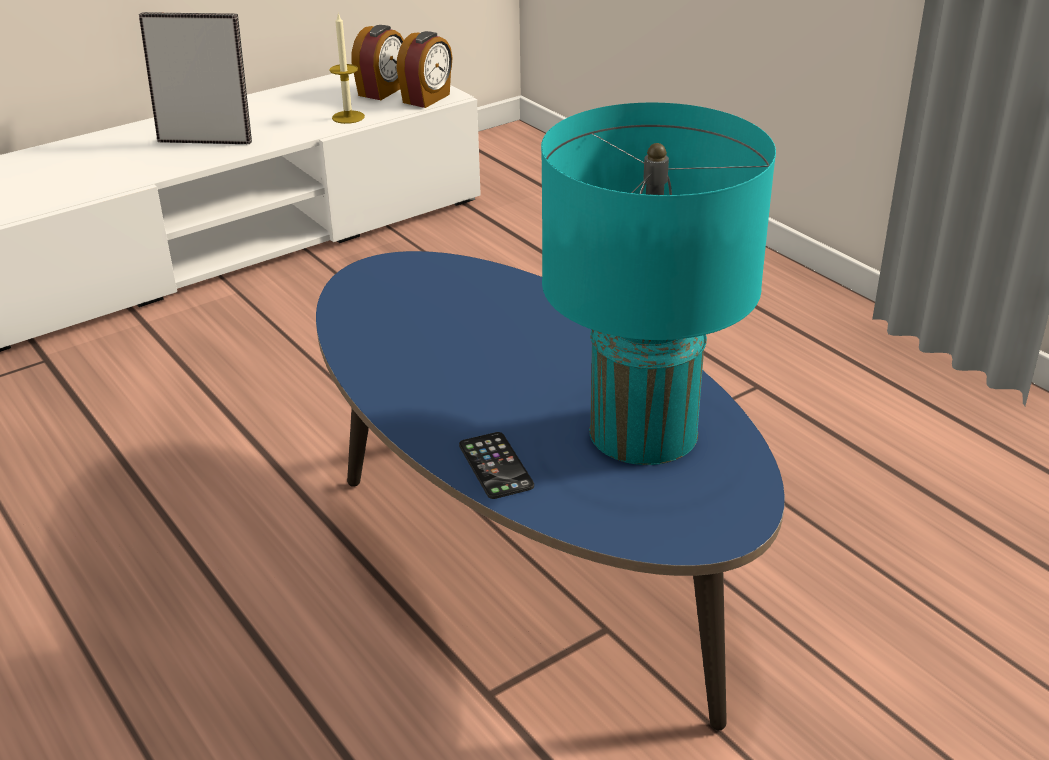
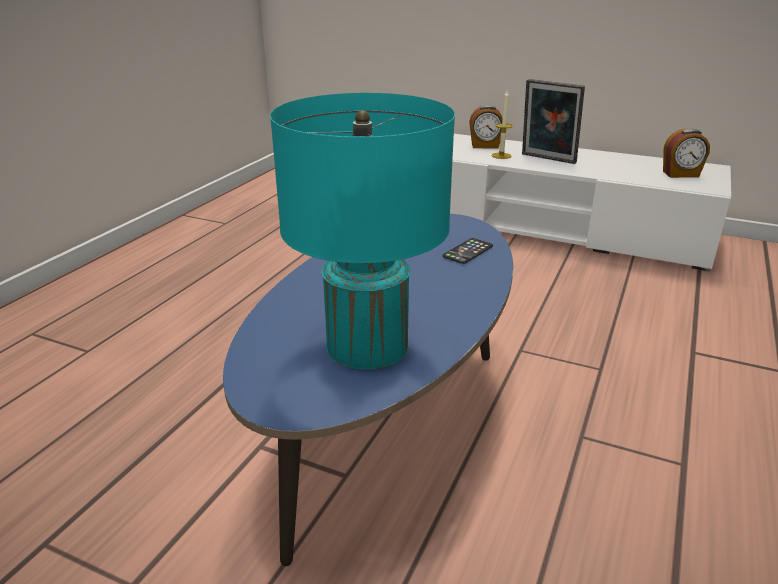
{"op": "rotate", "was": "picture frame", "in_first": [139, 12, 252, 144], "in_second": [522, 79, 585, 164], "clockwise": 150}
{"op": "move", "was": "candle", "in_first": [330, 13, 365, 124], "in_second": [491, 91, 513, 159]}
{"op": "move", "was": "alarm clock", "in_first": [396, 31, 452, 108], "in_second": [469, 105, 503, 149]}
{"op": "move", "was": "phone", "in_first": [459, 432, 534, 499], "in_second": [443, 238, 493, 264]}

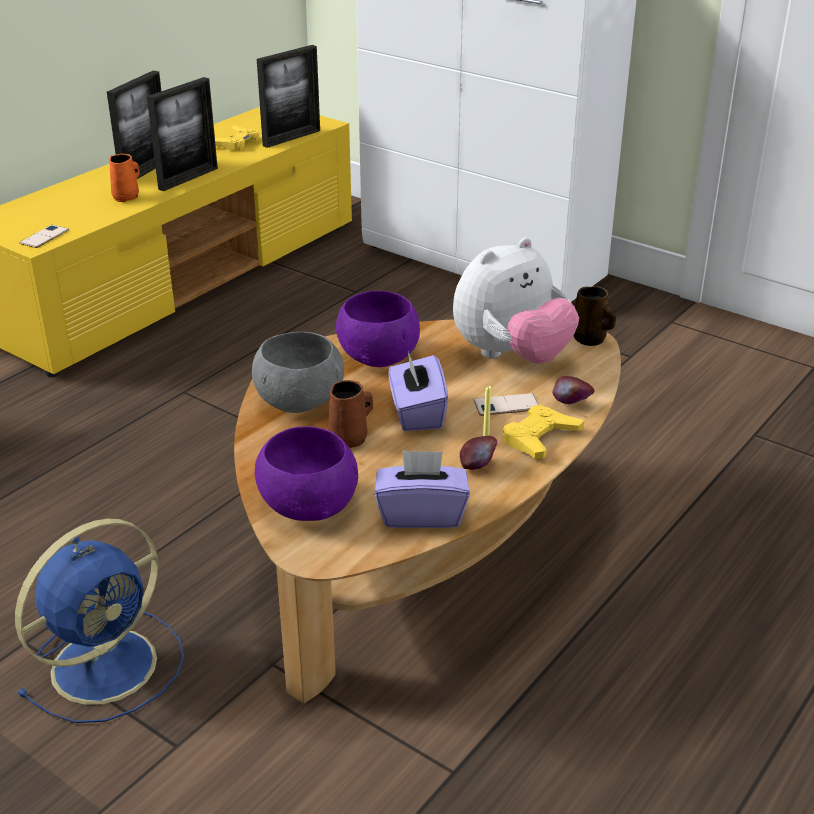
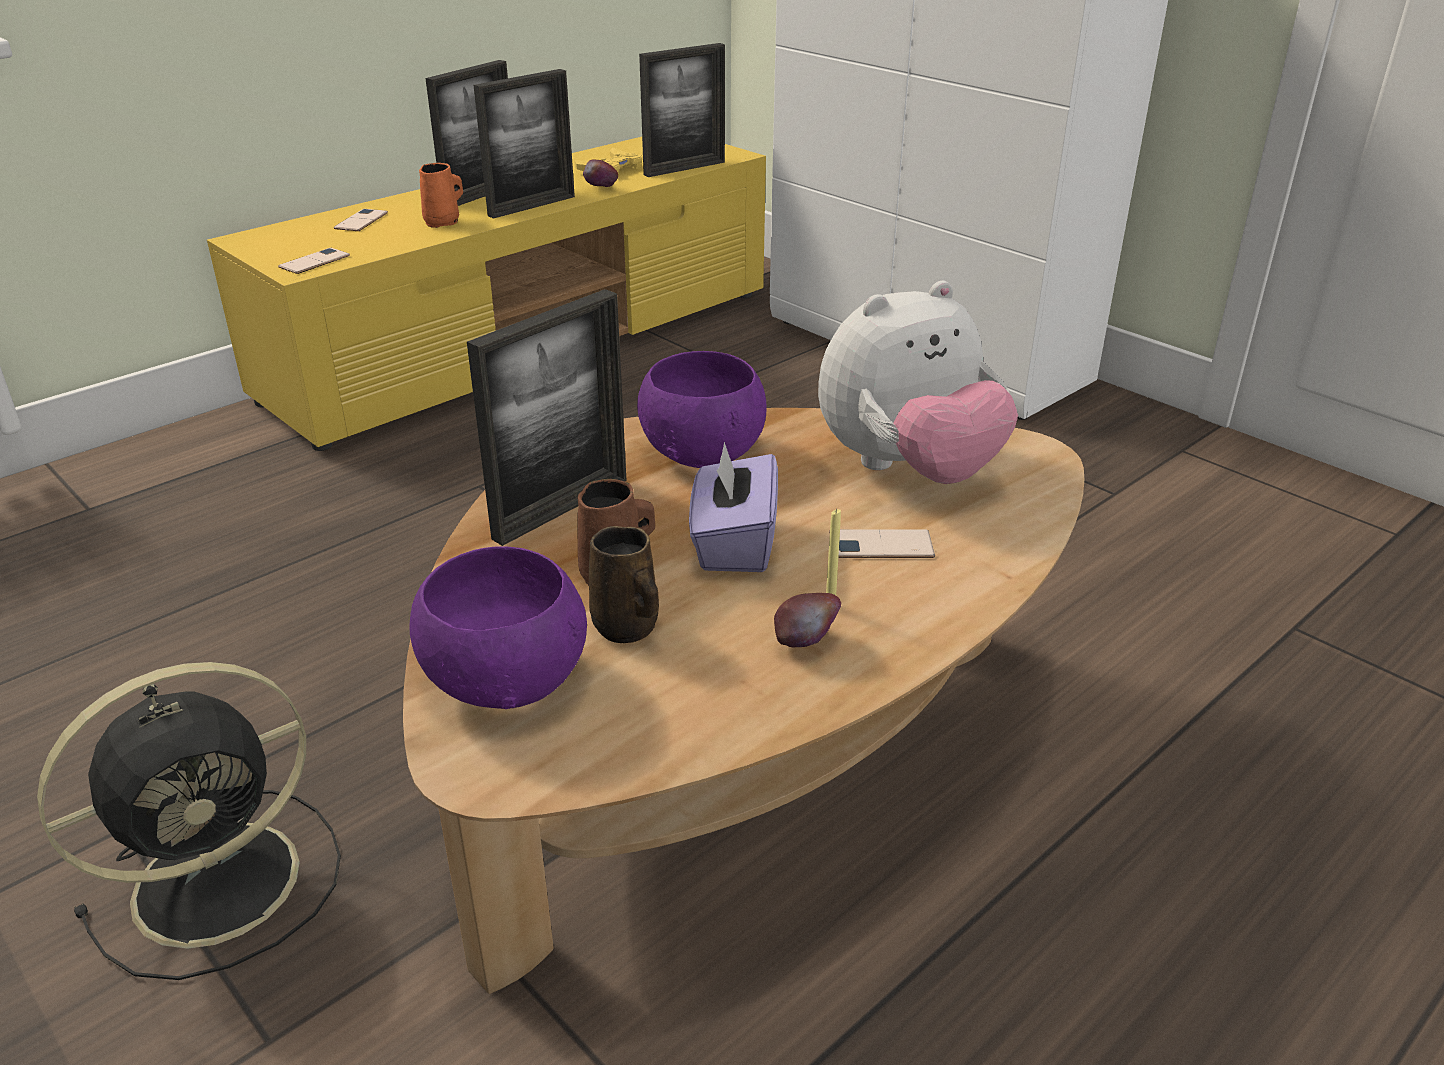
{"op": "recolor", "was": "blue fan", "now": "black fan", "in_first": [15, 518, 184, 723], "in_second": [37, 662, 341, 980]}
{"op": "replace", "was": "grey bowl", "now": "picture frame", "in_first": [252, 332, 344, 413], "in_second": [467, 289, 627, 546]}
{"op": "delete", "was": "purple tissue box", "in_first": [375, 450, 470, 528]}
{"op": "delete", "was": "yellow game controller", "in_first": [503, 405, 584, 459]}
{"op": "move", "was": "apple", "in_first": [552, 376, 595, 404], "in_second": [583, 159, 618, 187]}
{"op": "move", "was": "brown mug", "in_first": [574, 286, 616, 346], "in_second": [589, 526, 659, 643]}
{"op": "insert", "now": "phone", "in_second": [334, 209, 388, 231]}

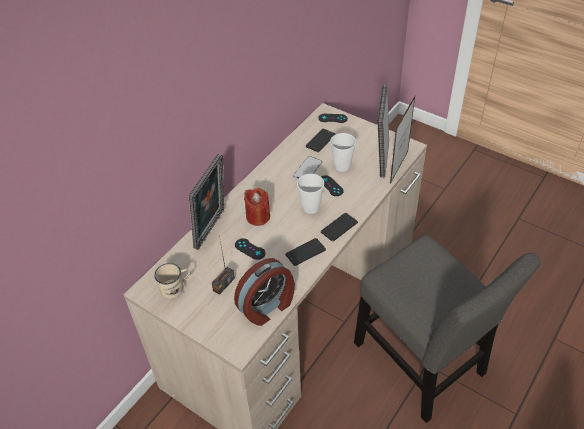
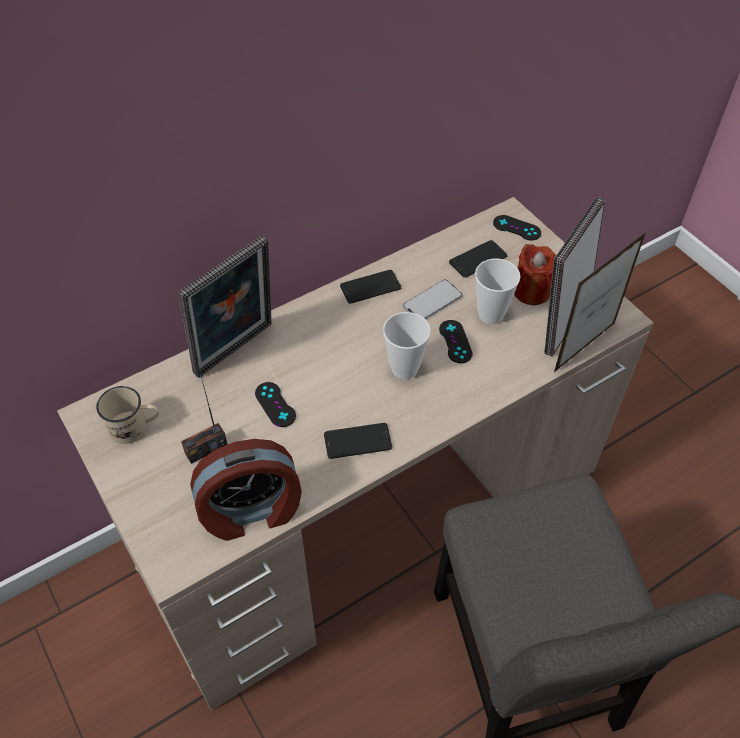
{"op": "move", "was": "red candle", "in_first": [244, 188, 270, 226], "in_second": [514, 244, 556, 305]}
{"op": "move", "was": "phone", "in_first": [321, 213, 358, 241], "in_second": [340, 270, 401, 304]}

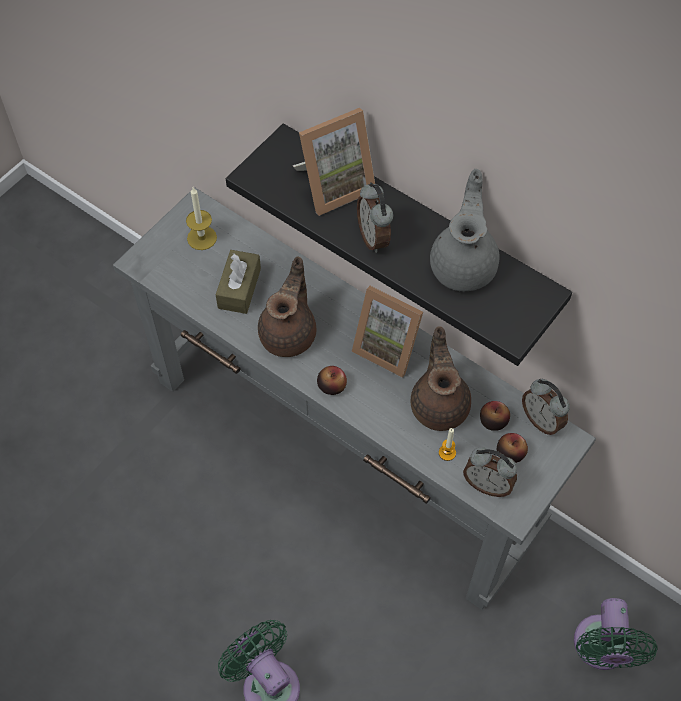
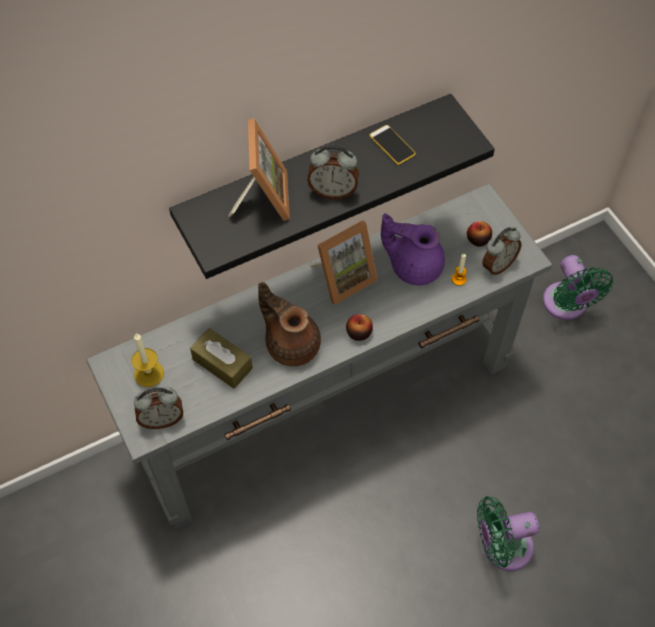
{"op": "recolor", "was": "brown teapot", "now": "purple teapot", "in_first": [410, 326, 471, 431], "in_second": [381, 214, 445, 285]}
{"op": "replace", "was": "grey teapot", "now": "phone", "in_first": [430, 169, 500, 291], "in_second": [370, 125, 416, 165]}
{"op": "delete", "was": "apple", "in_first": [480, 401, 510, 431]}
{"op": "move", "was": "alarm clock", "in_first": [522, 379, 570, 435], "in_second": [134, 387, 183, 429]}
{"op": "rotate", "was": "green fan", "in_first": [574, 598, 658, 670], "in_second": [543, 255, 613, 320], "clockwise": 45}

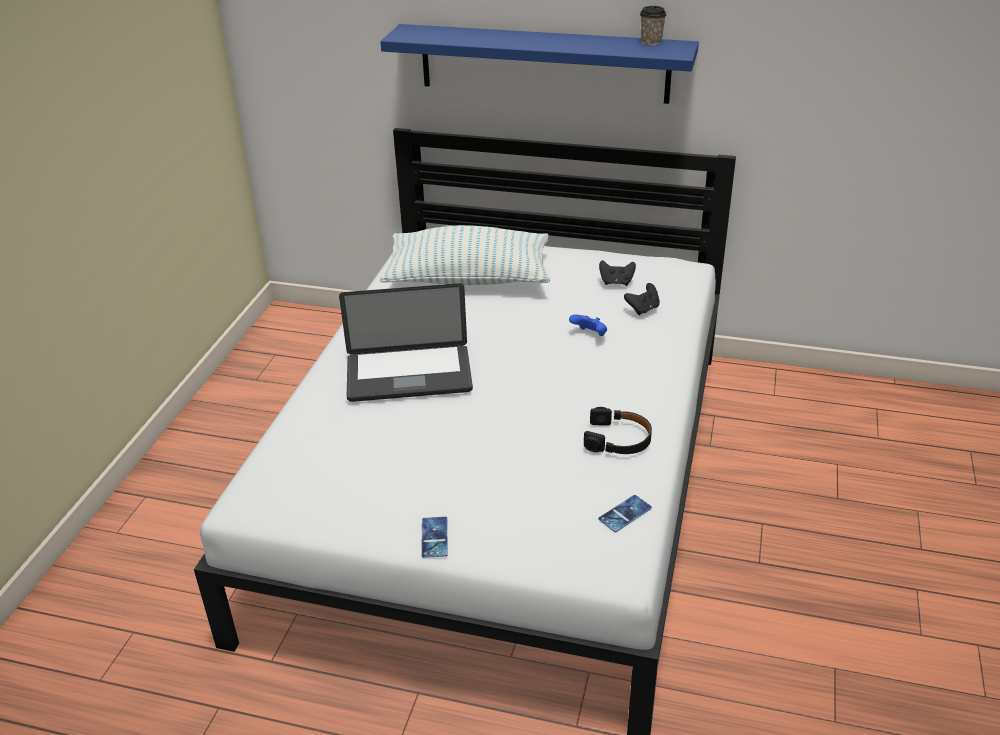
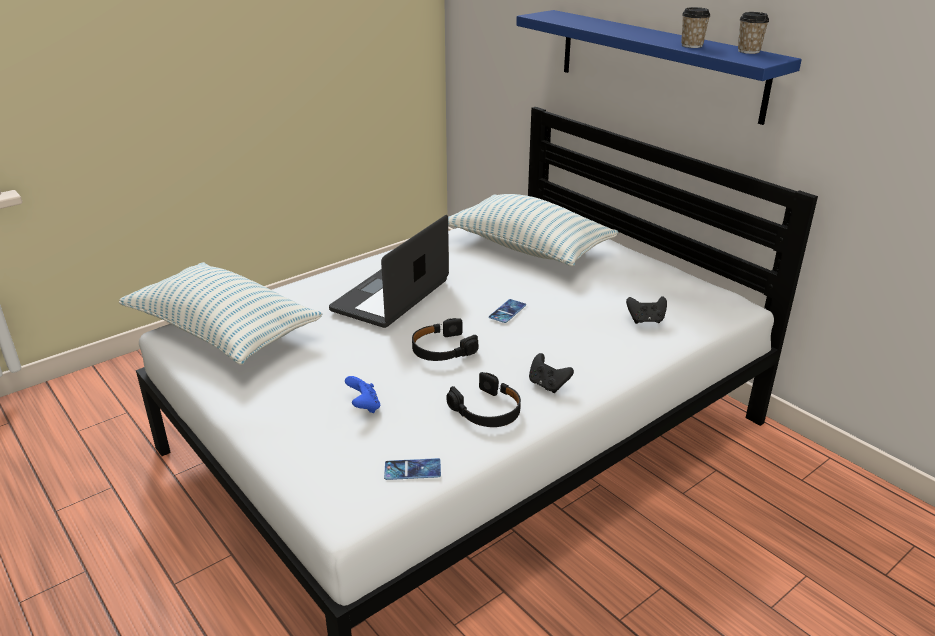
{"op": "rotate", "was": "laptop", "in_first": [339, 283, 473, 402], "in_second": [329, 215, 449, 328], "clockwise": 90}
{"op": "move", "was": "phone", "in_first": [421, 517, 448, 558], "in_second": [489, 299, 526, 323]}
{"op": "move", "was": "blue game controller", "in_first": [569, 315, 607, 336], "in_second": [345, 376, 380, 413]}
{"op": "move", "was": "black game controller", "in_first": [599, 260, 636, 286], "in_second": [529, 353, 574, 393]}
{"op": "insert", "now": "pillow", "in_second": [119, 262, 322, 365]}
{"op": "insert", "now": "black headphones", "in_second": [412, 318, 479, 361]}
{"op": "insert", "now": "cup", "in_second": [681, 7, 710, 48]}

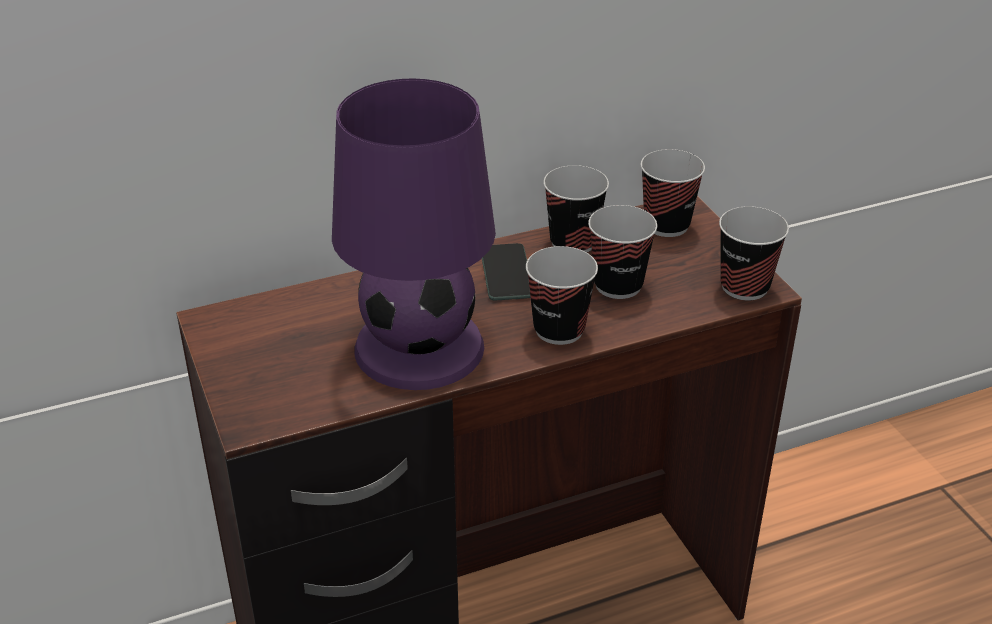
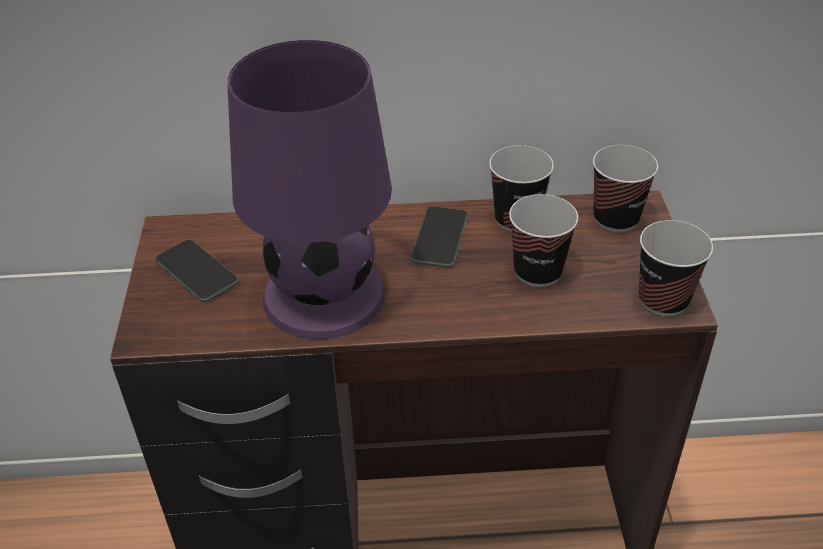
{"op": "delete", "was": "cup", "in_first": [526, 246, 598, 345]}
{"op": "insert", "now": "phone", "in_second": [155, 240, 239, 302]}

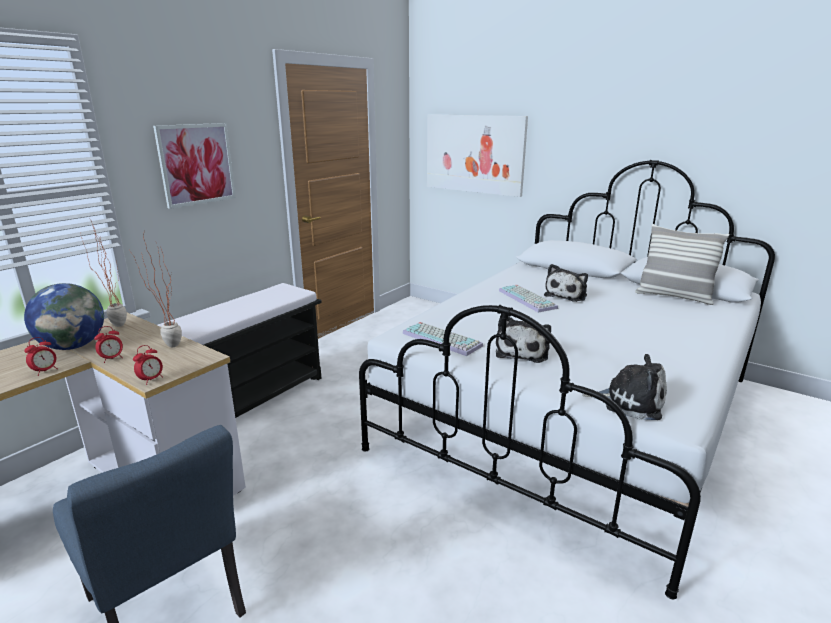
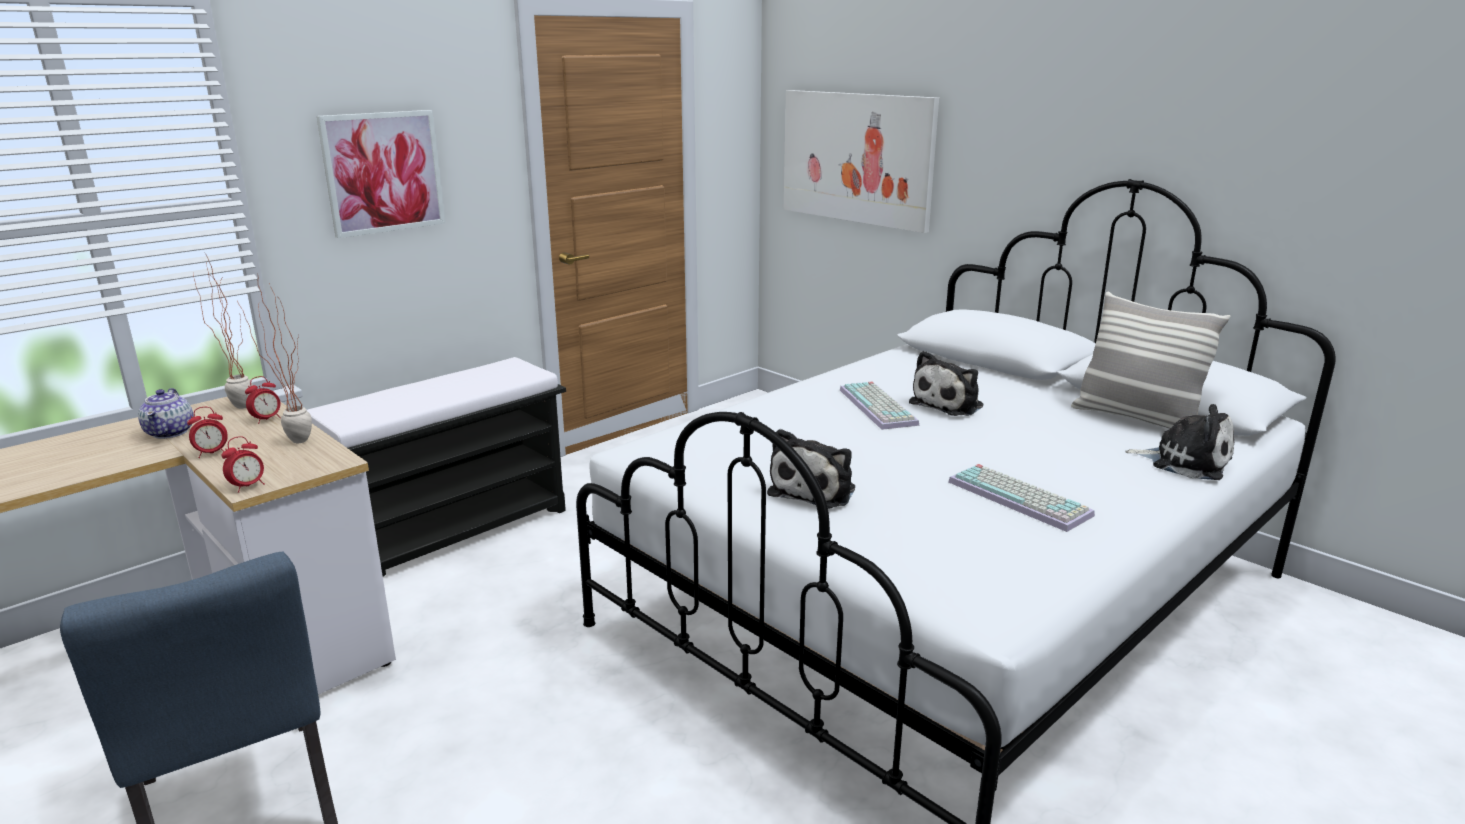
{"op": "replace", "was": "globe", "now": "teapot", "in_first": [24, 283, 104, 350], "in_second": [138, 388, 194, 439]}
{"op": "move", "was": "alarm clock", "in_first": [24, 337, 58, 376], "in_second": [245, 376, 281, 424]}
{"op": "move", "was": "keyboard", "in_first": [402, 322, 483, 356], "in_second": [948, 464, 1095, 532]}
{"op": "move", "was": "plush toy", "in_first": [583, 354, 667, 420], "in_second": [1125, 404, 1234, 480]}

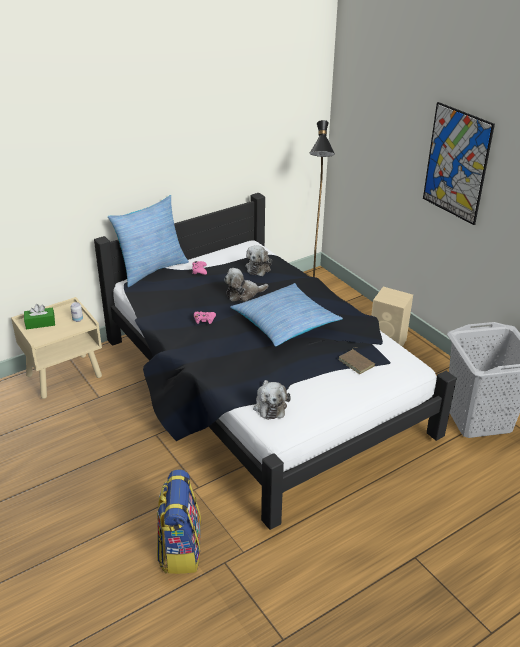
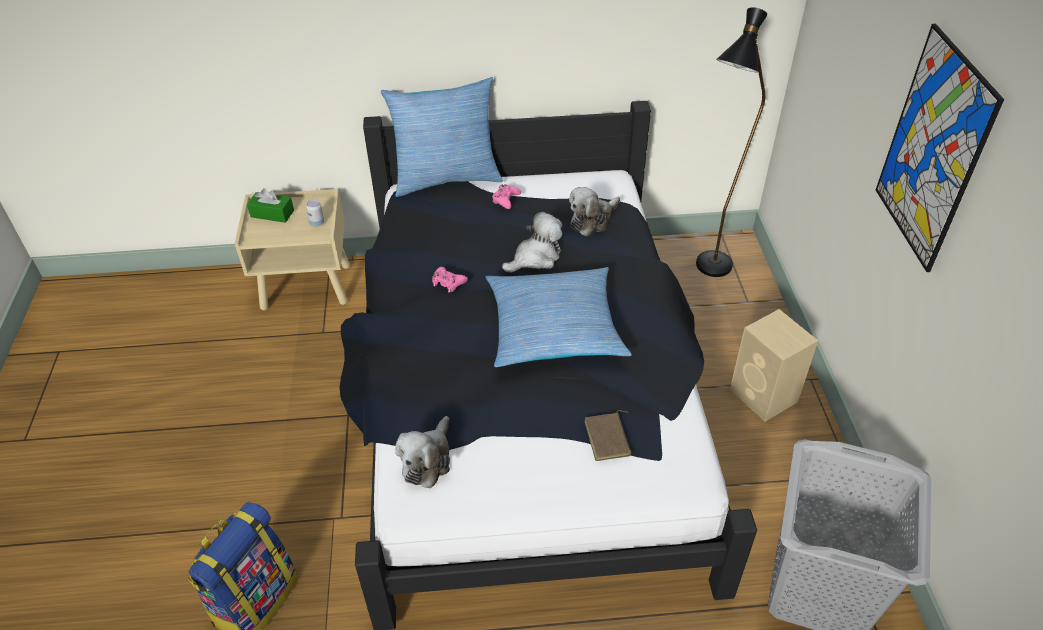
{"op": "rotate", "was": "plush toy", "in_first": [224, 268, 268, 301], "in_second": [502, 212, 562, 273], "clockwise": 135}

